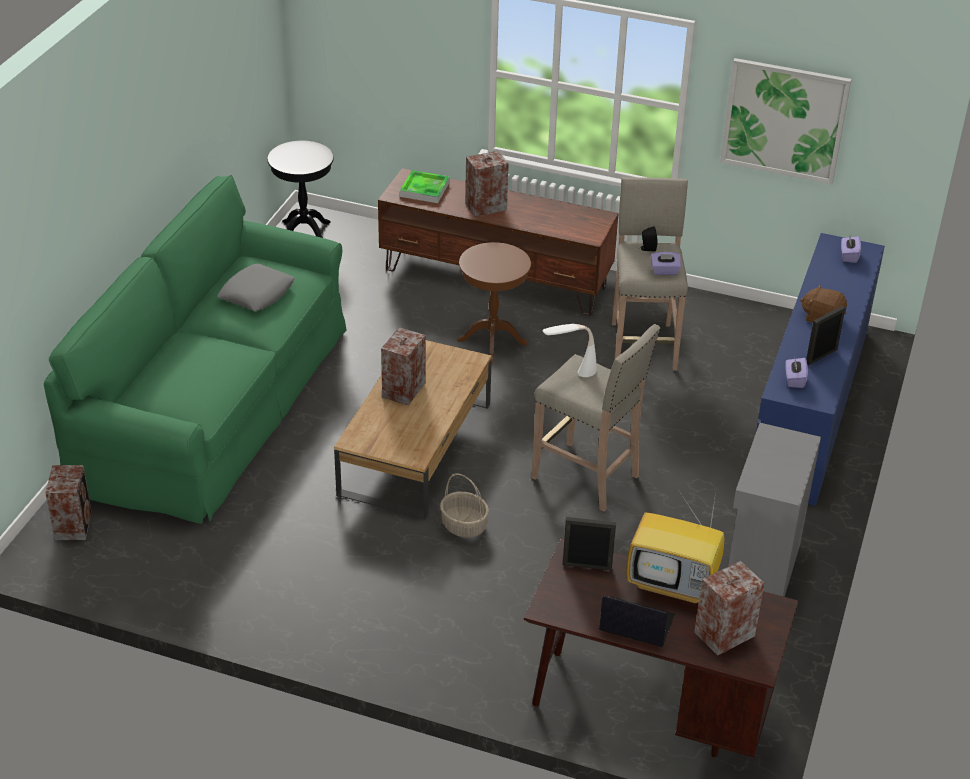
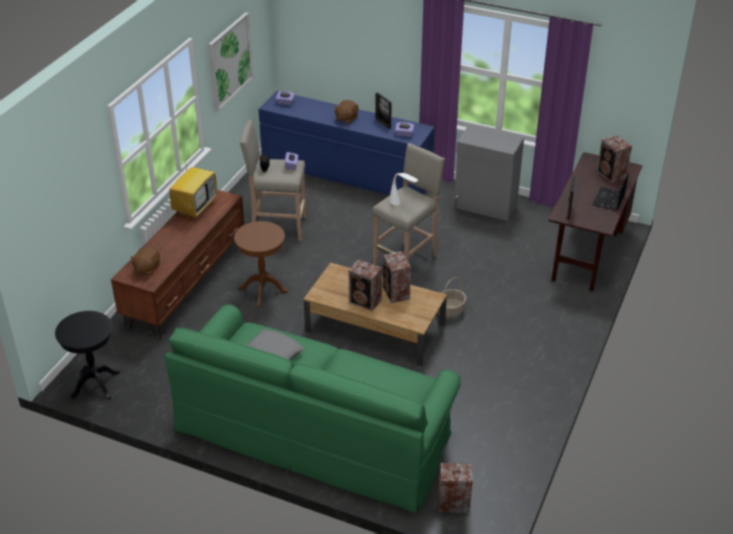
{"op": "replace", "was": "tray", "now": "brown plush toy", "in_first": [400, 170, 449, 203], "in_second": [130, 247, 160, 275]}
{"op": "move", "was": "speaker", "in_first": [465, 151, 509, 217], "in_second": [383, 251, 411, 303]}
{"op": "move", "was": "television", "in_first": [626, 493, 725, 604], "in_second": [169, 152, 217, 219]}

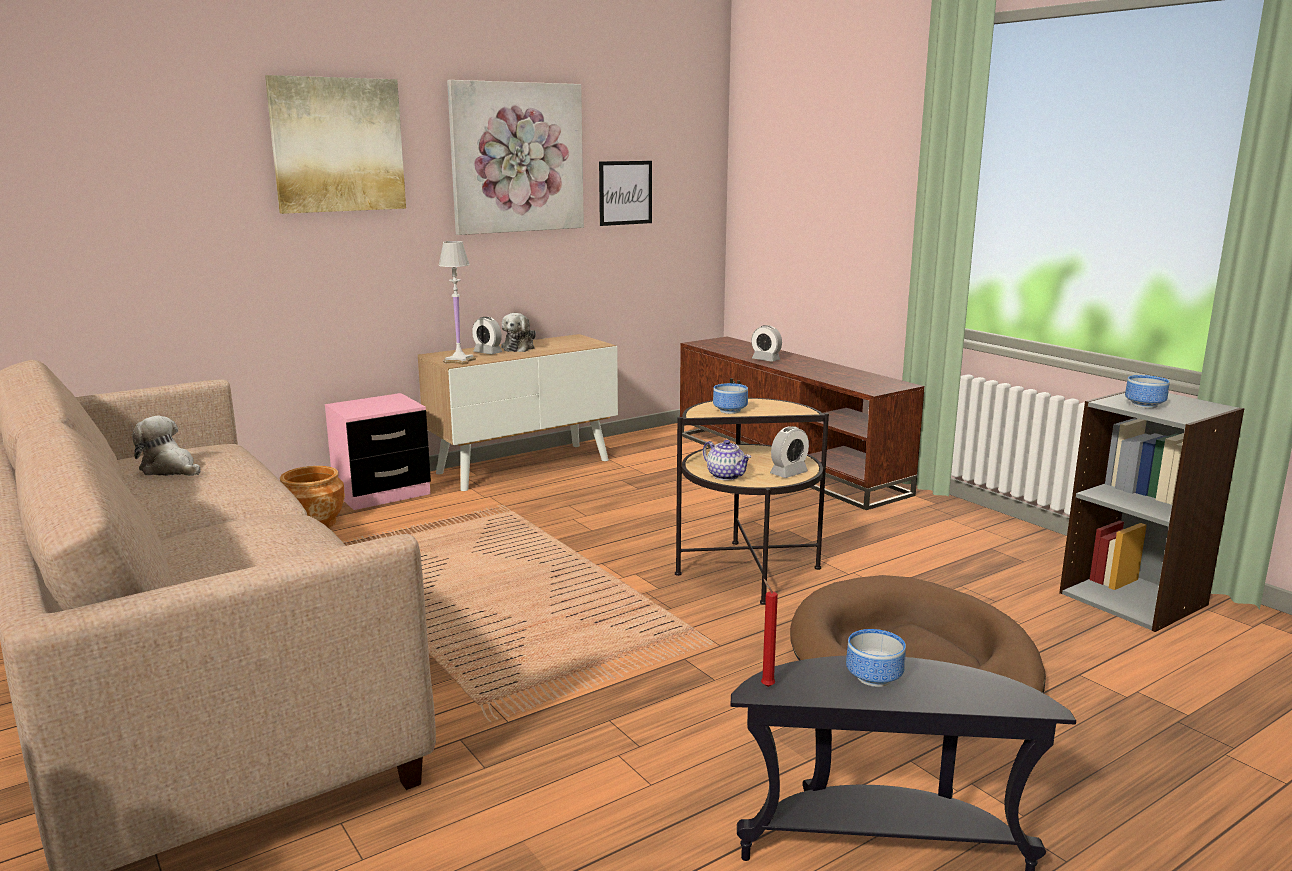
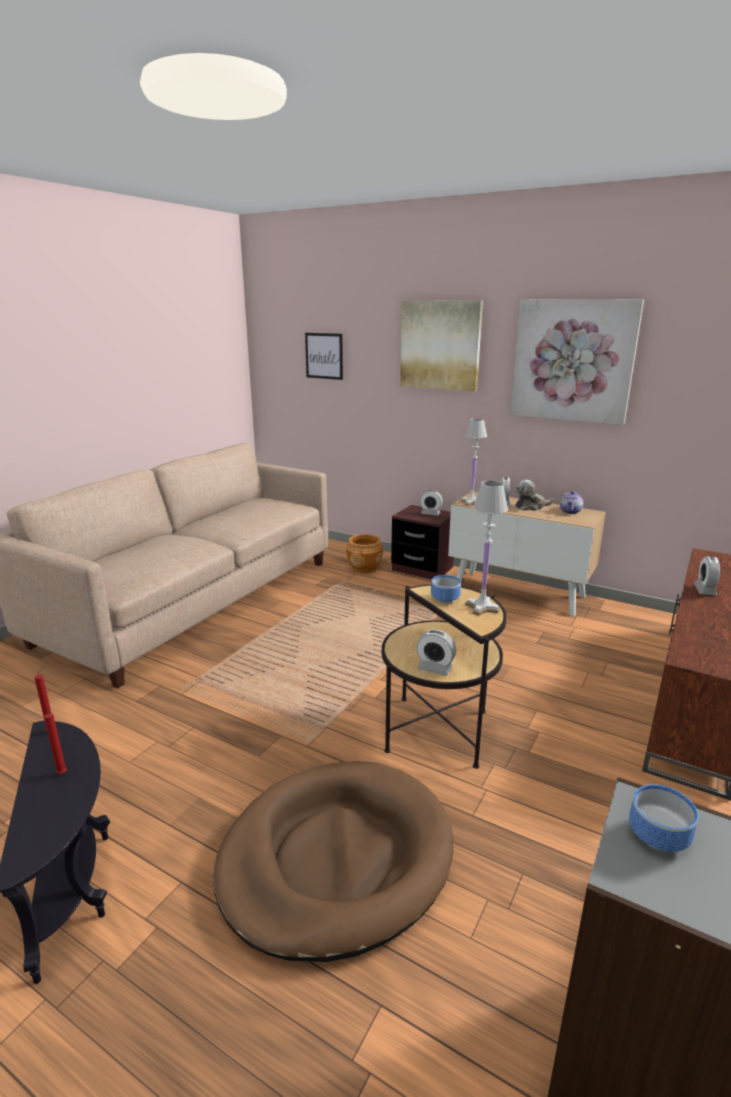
{"op": "delete", "was": "plush toy", "in_first": [132, 416, 201, 476]}
{"op": "recolor", "was": "pink nightstand", "now": "brown nightstand", "in_first": [325, 393, 431, 510], "in_second": [391, 505, 454, 580]}
{"op": "move", "was": "picture", "in_first": [599, 161, 652, 226], "in_second": [305, 333, 343, 380]}
{"op": "move", "was": "teapot", "in_first": [703, 440, 751, 480], "in_second": [560, 491, 583, 514]}
{"op": "replace", "was": "bowl", "now": "red candle", "in_first": [846, 629, 906, 687], "in_second": [44, 711, 67, 774]}
{"op": "insert", "now": "alarm clock", "in_second": [420, 490, 443, 516]}
{"op": "insert", "now": "white table lamp", "in_second": [465, 481, 508, 615]}

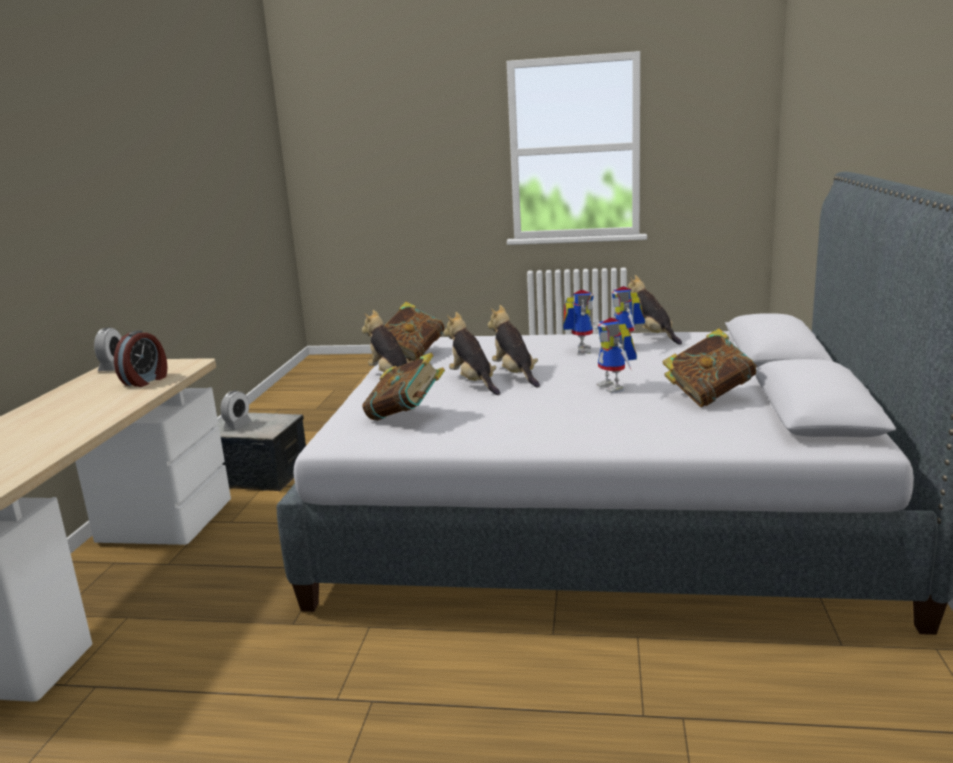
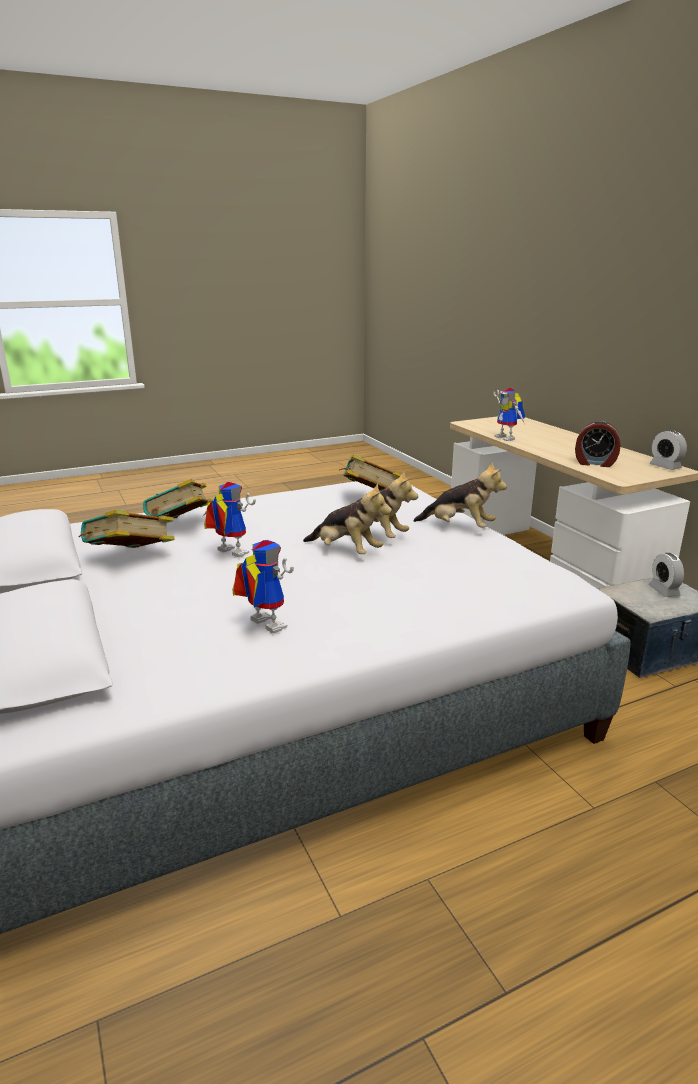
{"op": "rotate", "was": "alarm clock", "in_first": [114, 330, 167, 387], "in_second": [575, 421, 621, 467], "clockwise": -60}
{"op": "move", "was": "book", "in_first": [384, 302, 445, 361], "in_second": [143, 479, 213, 518]}
{"op": "move", "was": "toy robot", "in_first": [563, 290, 594, 354], "in_second": [493, 388, 525, 441]}
{"op": "delete", "was": "plush toy", "in_first": [628, 275, 682, 345]}

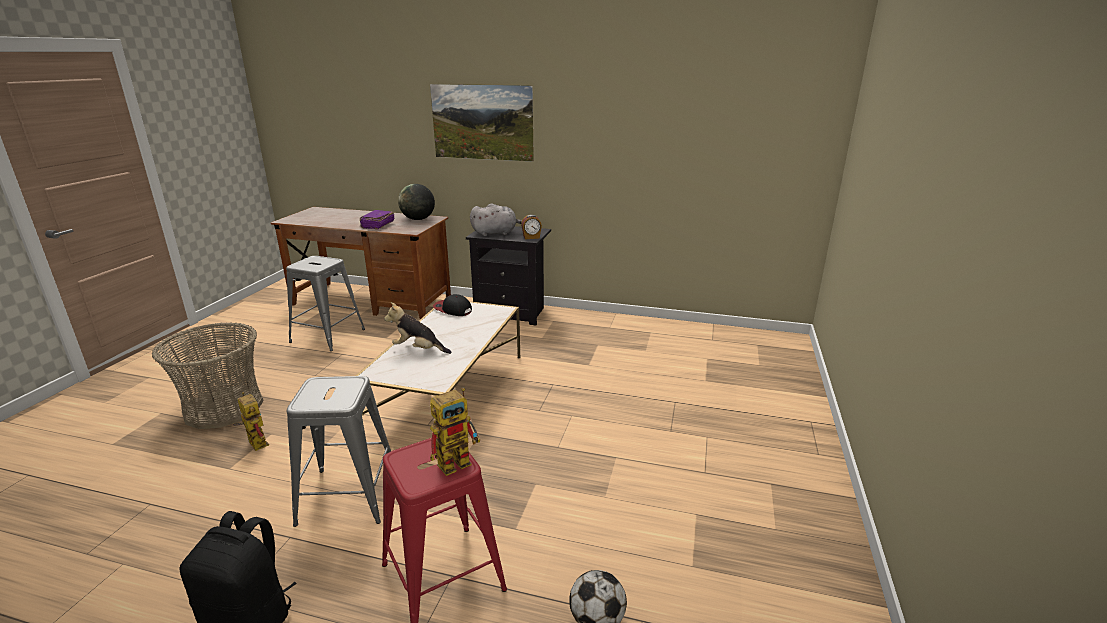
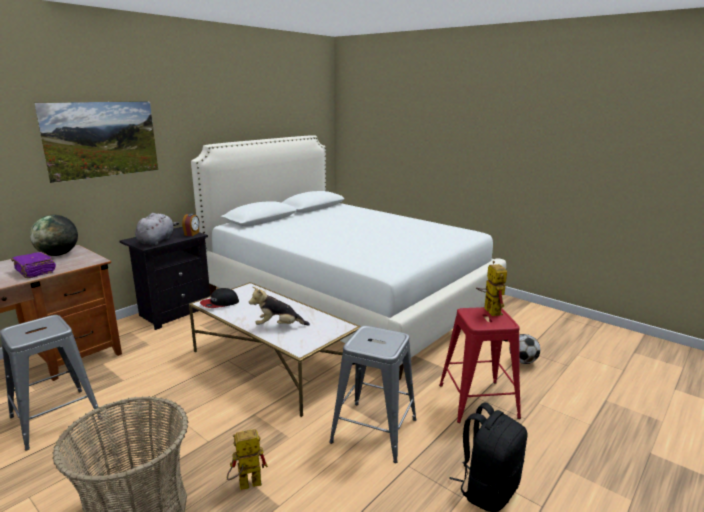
{"op": "rotate", "was": "plush toy", "in_first": [384, 302, 451, 354], "in_second": [249, 287, 310, 325], "clockwise": 45}
{"op": "insert", "now": "white bed", "in_second": [191, 135, 506, 380]}

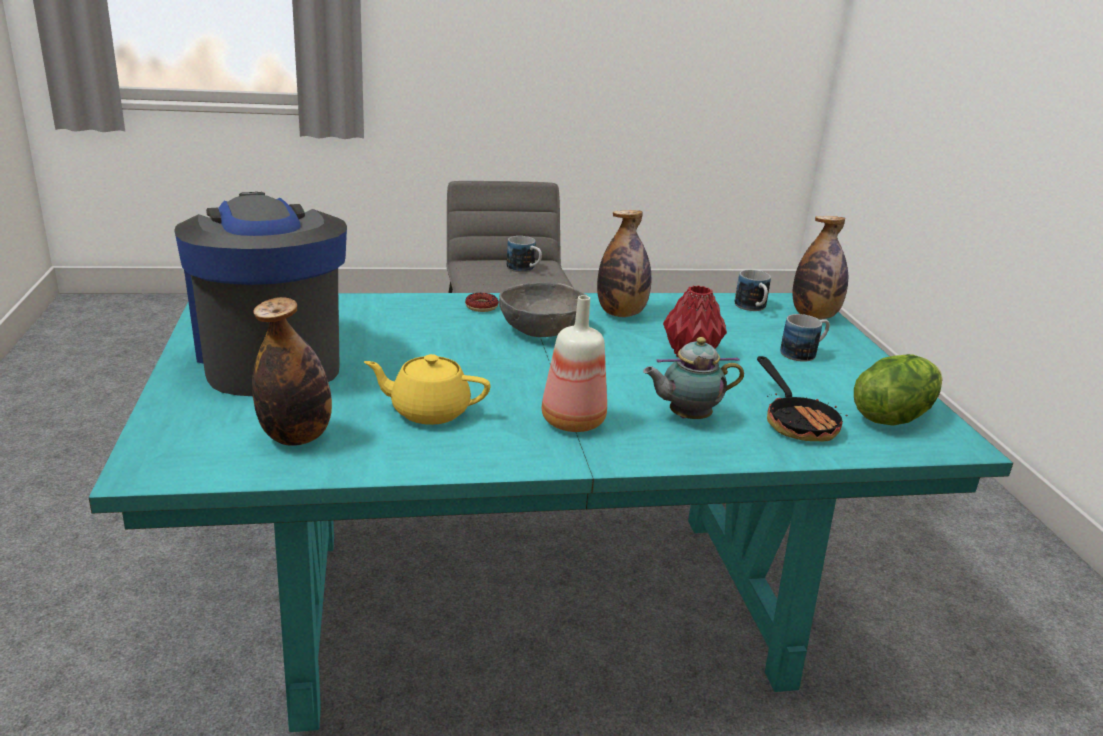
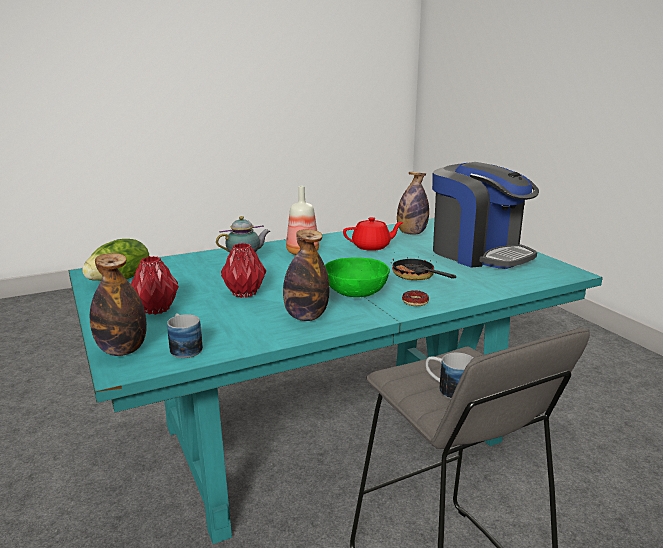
{"op": "recolor", "was": "yellow teapot", "now": "red teapot", "in_first": [364, 354, 490, 425], "in_second": [343, 217, 404, 251]}
{"op": "recolor", "was": "grey bowl", "now": "green bowl", "in_first": [499, 282, 587, 337], "in_second": [325, 257, 390, 297]}
{"op": "move", "was": "frying pan", "in_first": [757, 356, 848, 441], "in_second": [391, 259, 456, 280]}
{"op": "replace", "was": "mug", "now": "red vase", "in_first": [780, 314, 830, 362], "in_second": [131, 256, 179, 315]}

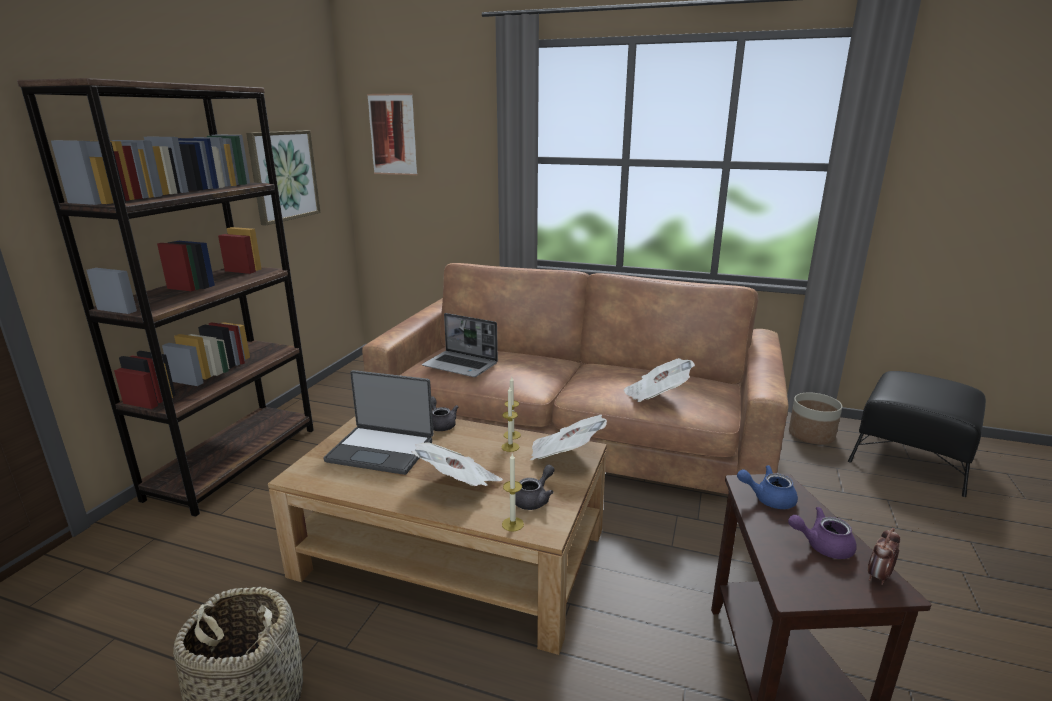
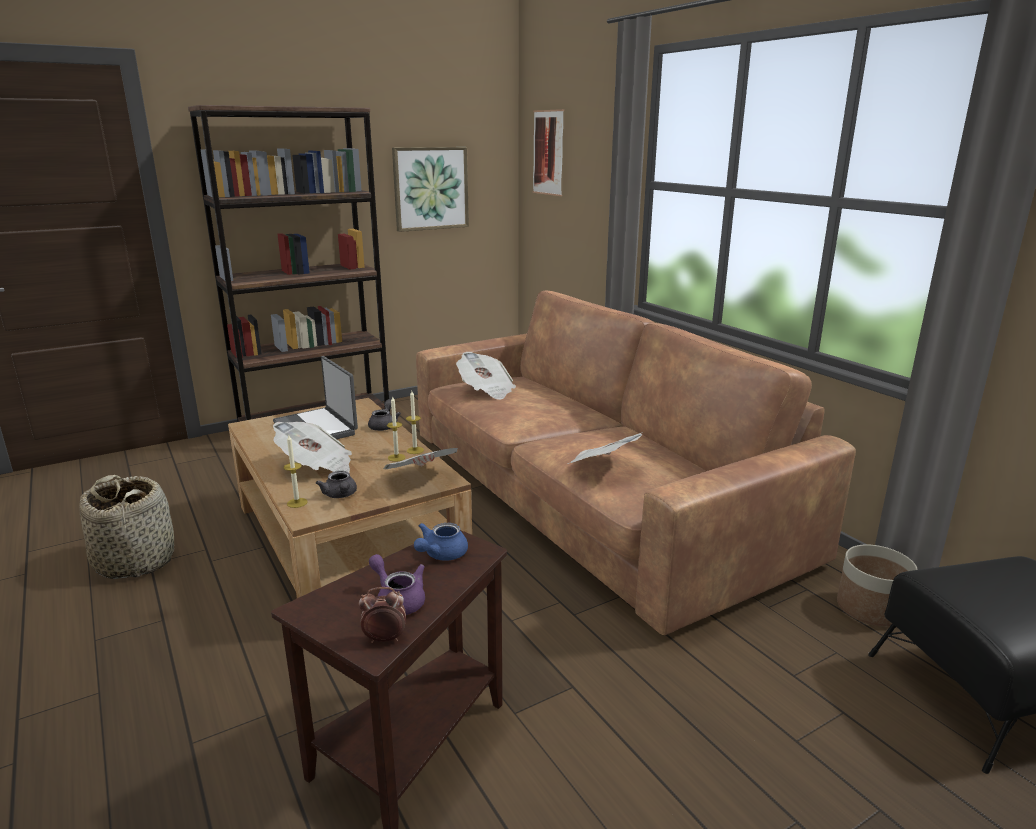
{"op": "replace", "was": "laptop", "now": "newspaper", "in_first": [422, 313, 498, 377], "in_second": [456, 352, 516, 400]}
{"op": "rotate", "was": "grey teapot", "in_first": [515, 465, 555, 510], "in_second": [316, 471, 357, 498], "clockwise": 75}
{"op": "rotate", "was": "blue teapot", "in_first": [737, 465, 798, 509], "in_second": [414, 523, 468, 561], "clockwise": -105}

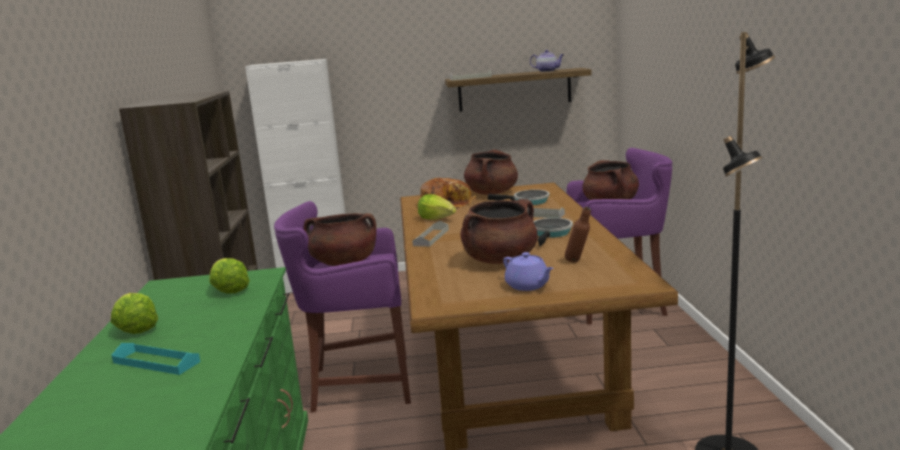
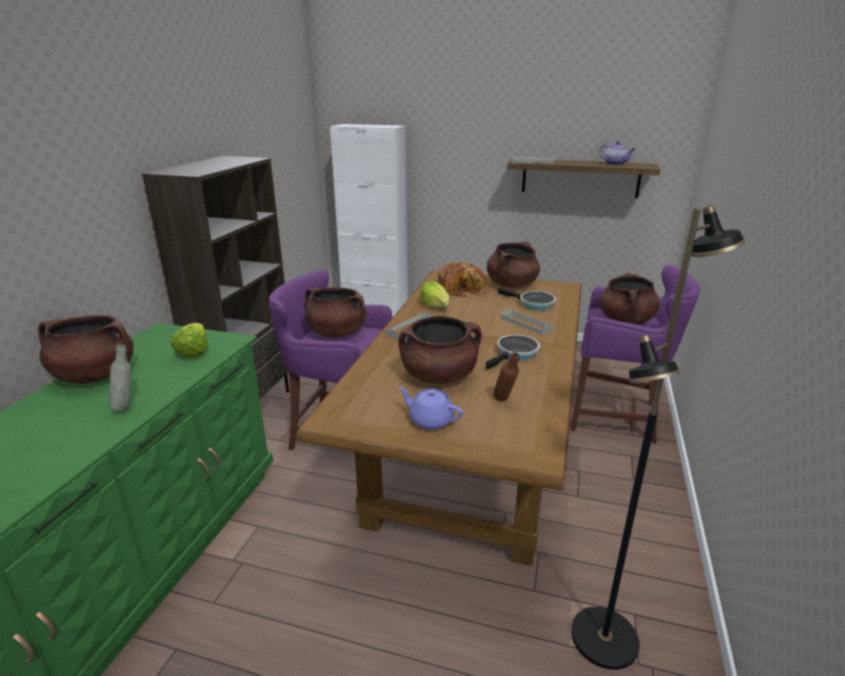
{"op": "replace", "was": "lettuce", "now": "brown cooking pot", "in_first": [111, 293, 158, 334], "in_second": [38, 315, 134, 383]}
{"op": "delete", "was": "turquoise tray", "in_first": [112, 343, 200, 375]}
{"op": "rotate", "was": "purple teapot", "in_first": [503, 252, 554, 291], "in_second": [399, 387, 463, 430], "clockwise": 135}
{"op": "insert", "now": "grey bottle", "in_second": [109, 344, 131, 412]}

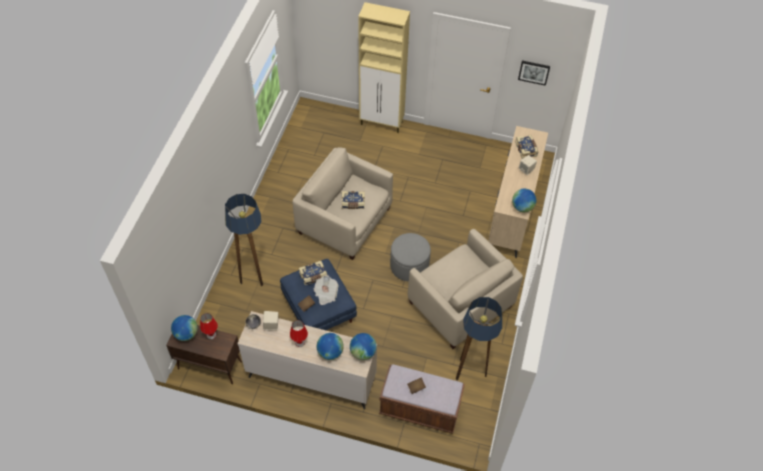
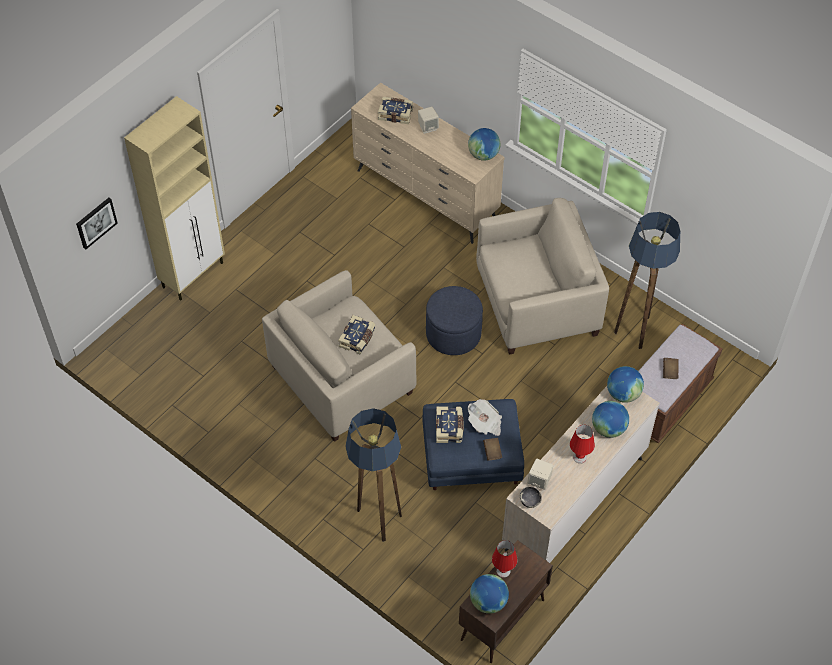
{"op": "recolor", "was": "grey ottoman", "now": "blue ottoman", "in_first": [390, 233, 431, 282], "in_second": [426, 286, 483, 355]}
{"op": "move", "was": "picture", "in_first": [518, 60, 550, 86], "in_second": [76, 198, 118, 249]}

